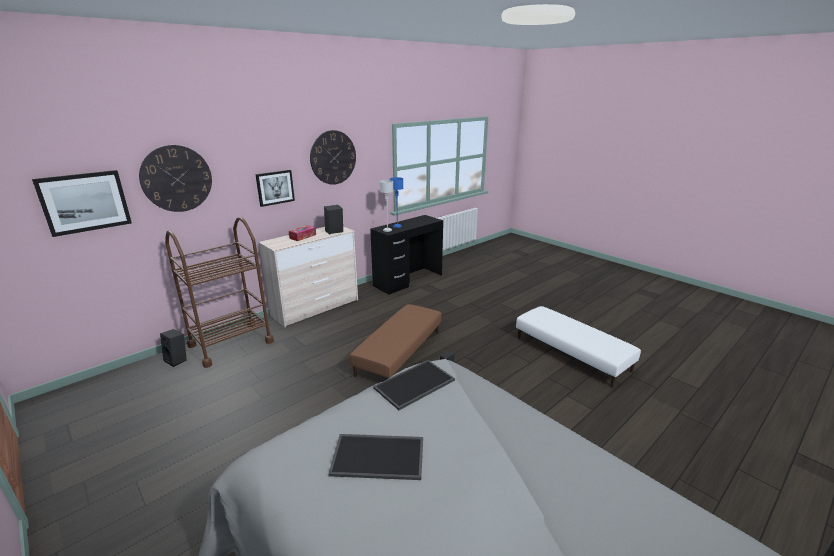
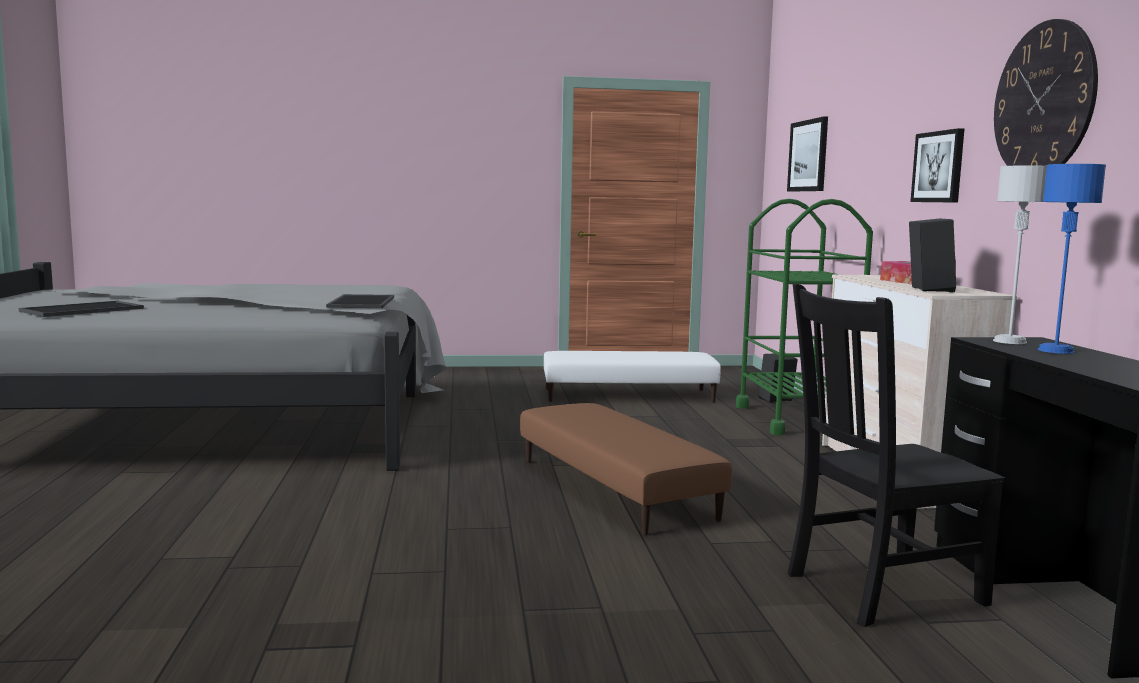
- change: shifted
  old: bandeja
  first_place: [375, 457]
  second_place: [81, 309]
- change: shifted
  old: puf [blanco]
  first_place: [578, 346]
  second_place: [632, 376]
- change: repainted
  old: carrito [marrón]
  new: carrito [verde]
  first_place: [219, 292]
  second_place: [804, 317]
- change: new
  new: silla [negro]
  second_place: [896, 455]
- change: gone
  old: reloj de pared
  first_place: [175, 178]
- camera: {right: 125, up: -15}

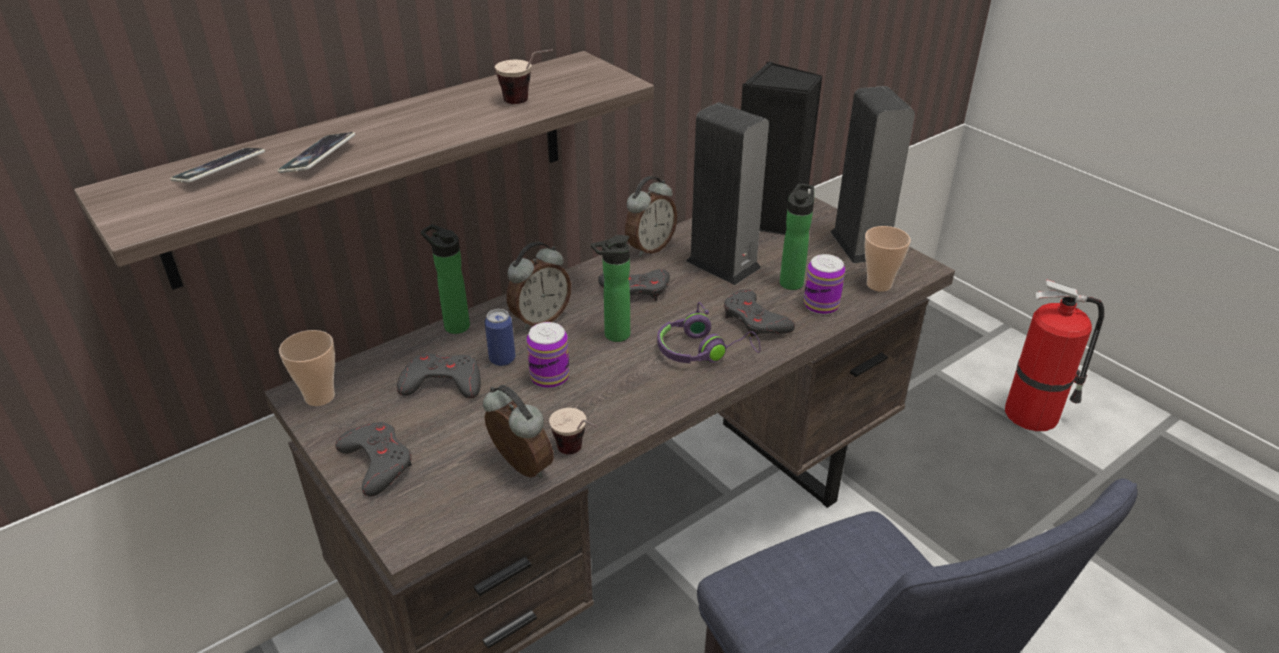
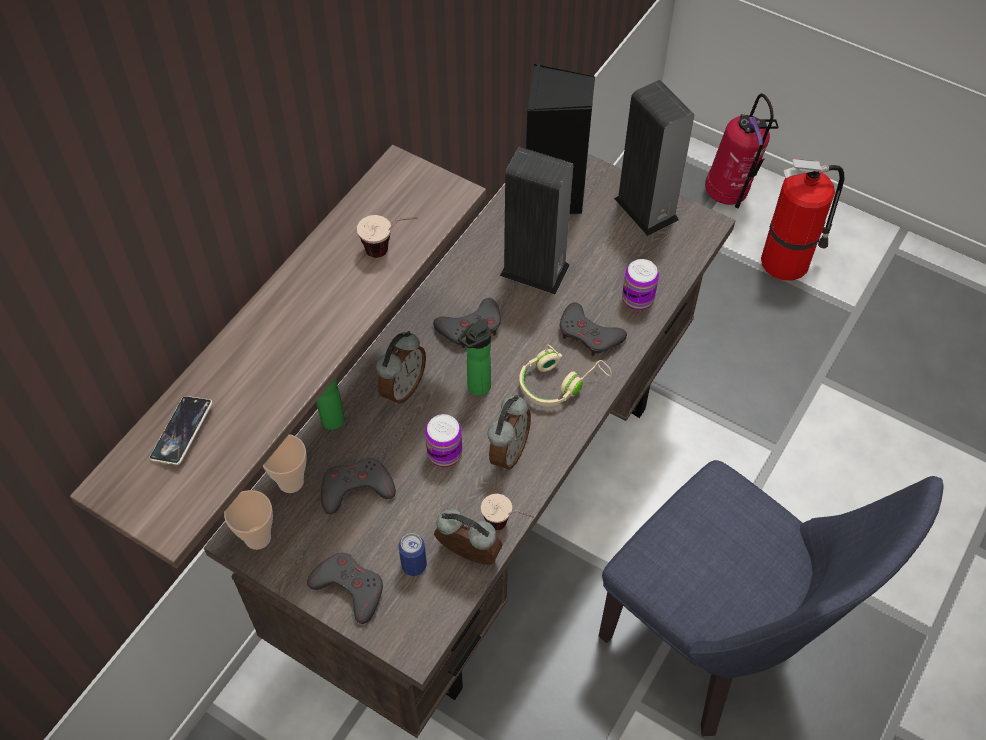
- change: shifted
  old: taza
  first_place: [887, 259]
  second_place: [285, 463]
- change: shifted
  old: lata
  first_place: [500, 337]
  second_place: [413, 554]
- change: shifted
  old: despertador
  first_place: [651, 216]
  second_place: [509, 433]
- change: repainted
  old: auriculares [morado]
  new: auriculares [beis]
  first_place: [709, 332]
  second_place: [565, 376]
- change: new
  new: extintor
  second_place: [742, 150]
- change: gone
  old: móvil
  first_place: [316, 152]
- change: gone
  old: botella
  first_place: [797, 236]
- camera: {right: -20, up: 20}

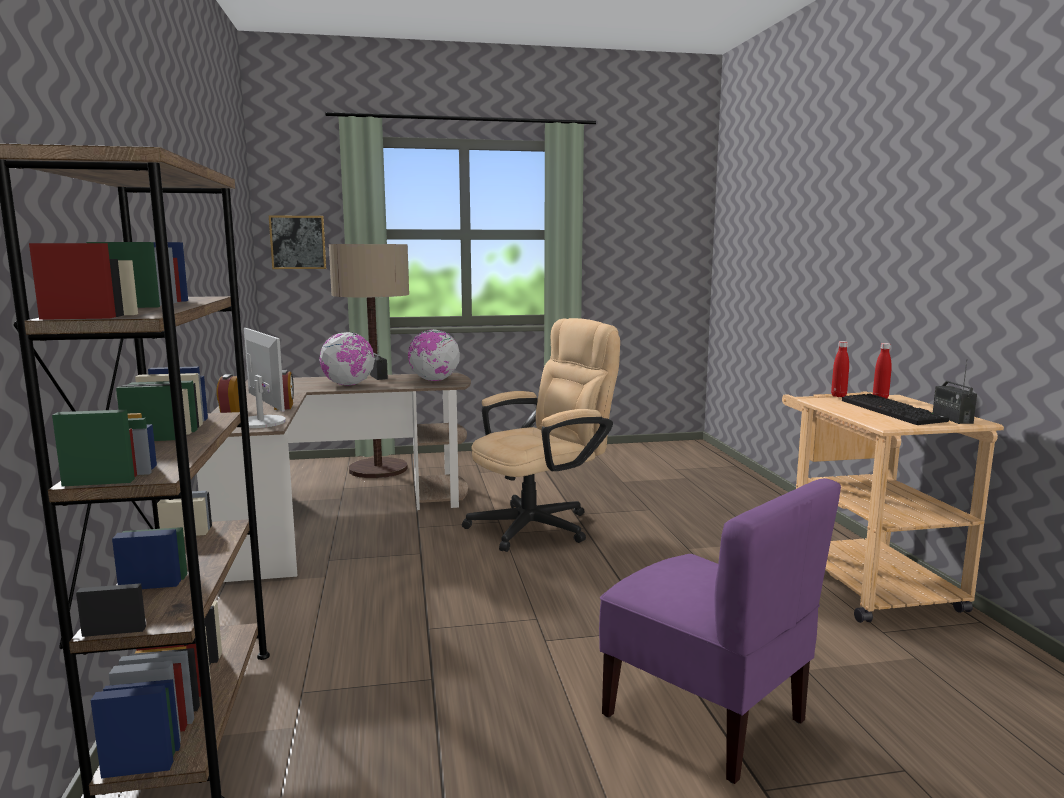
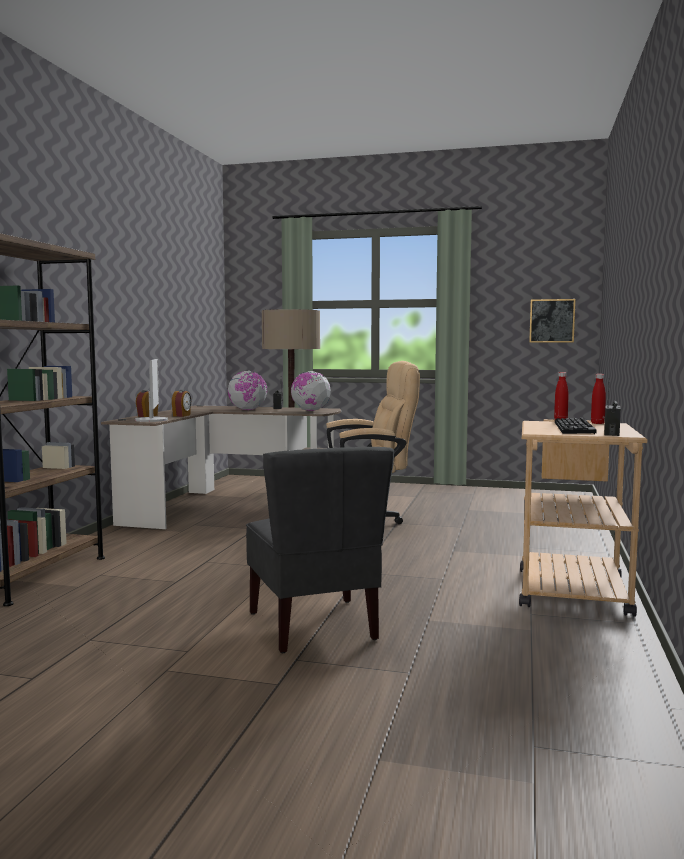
- change: repainted
  old: silla [morado]
  new: silla [gris]
  first_place: [720, 631]
  second_place: [320, 550]
- change: shifted
  old: cuadro
  first_place: [297, 242]
  second_place: [552, 321]
- camera: {right: 25, up: -5}

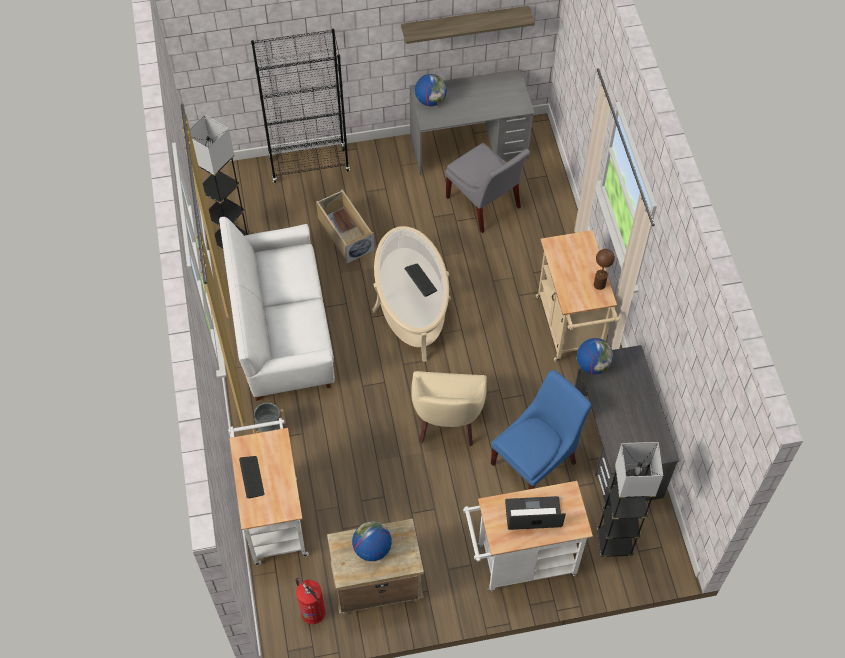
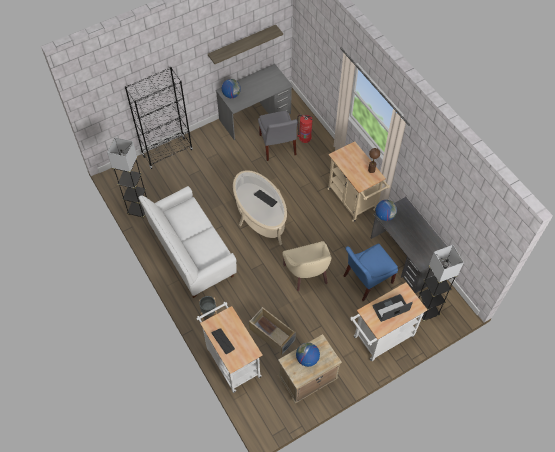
- change: shifted
  old: caja de almacenaje [beis]
  first_place: [345, 226]
  second_place: [272, 331]
- change: rotated
  old: silla [gris]
  first_place: [487, 188]
  second_place: [278, 136]
  degrees: 45
- change: shifted
  old: extintor
  first_place: [310, 601]
  second_place: [305, 129]
- change: rotated
  old: silla [azul]
  first_place: [541, 430]
  second_place: [371, 272]
  degrees: -150
- camera: {right: -20, up: 0}

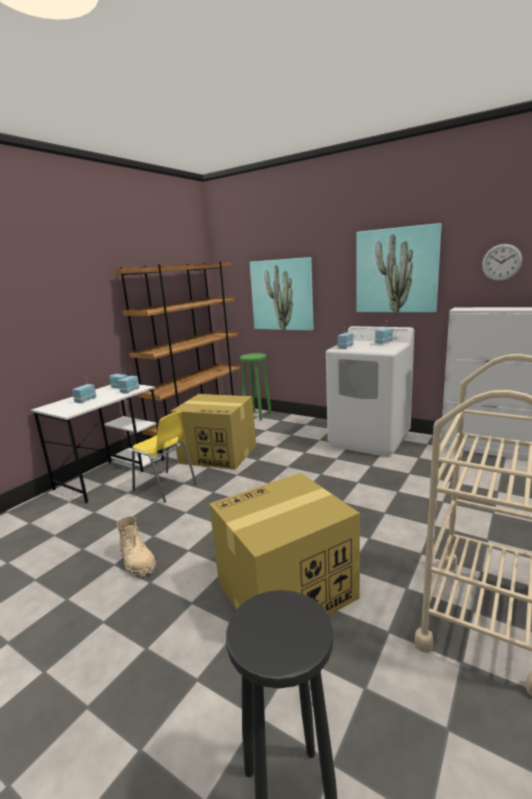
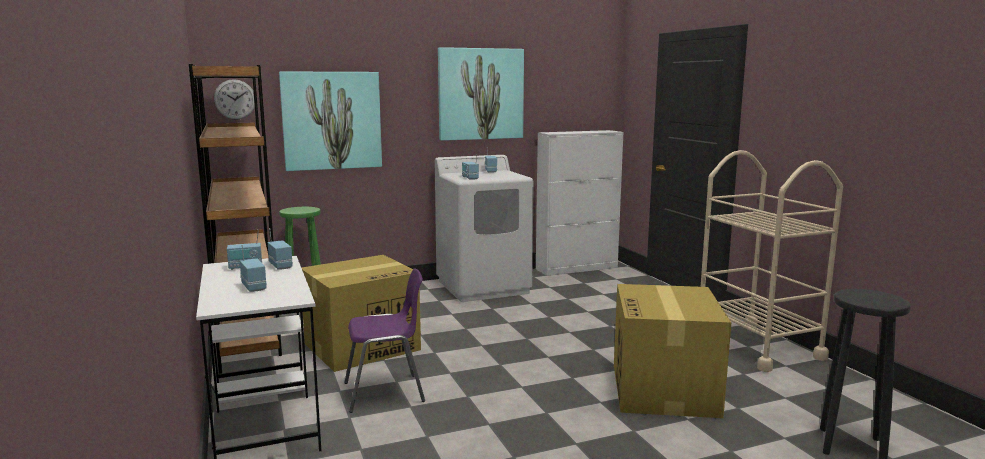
- change: shifted
  old: reloj de pared
  first_place: [502, 262]
  second_place: [234, 99]
- change: repainted
  old: silla [amarillo]
  new: silla [morado]
  first_place: [164, 457]
  second_place: [384, 340]
- change: gone
  old: bota [beis]
  first_place: [136, 547]
- camera: {right: -55, up: -5}

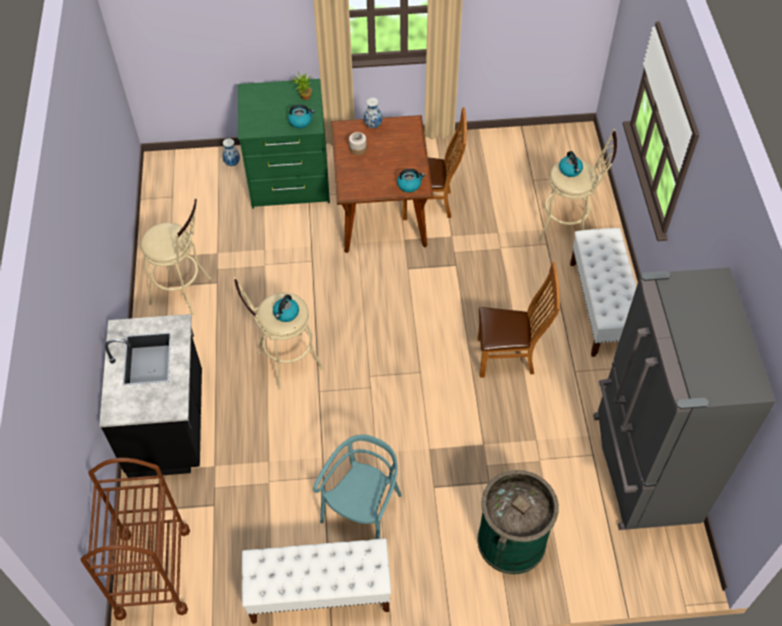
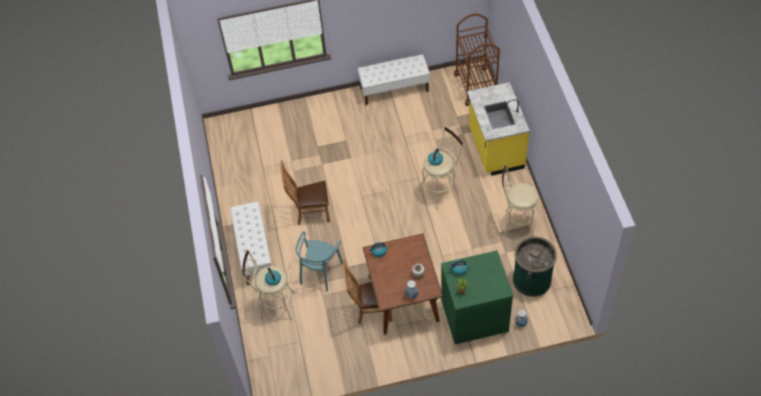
- change: shifted
  old: silla [turquesa]
  first_place: [357, 486]
  second_place: [319, 261]
- change: repainted
  old: mueble bajo de cocina [negro]
  new: mueble bajo de cocina [amarillo]
  first_place: [150, 396]
  second_place: [498, 129]
- change: shifted
  old: papelera [verde]
  first_place: [518, 522]
  second_place: [535, 267]
- change: gone
  old: nevera [gris]
  first_place: [684, 398]
- camera: {right: 175, up: 0}

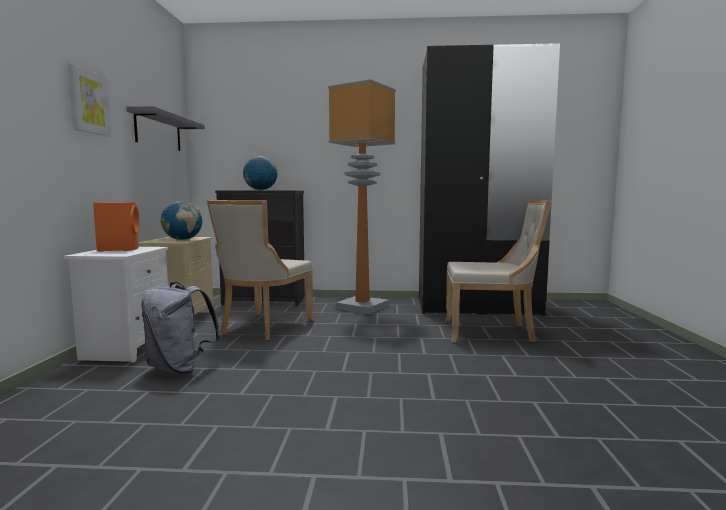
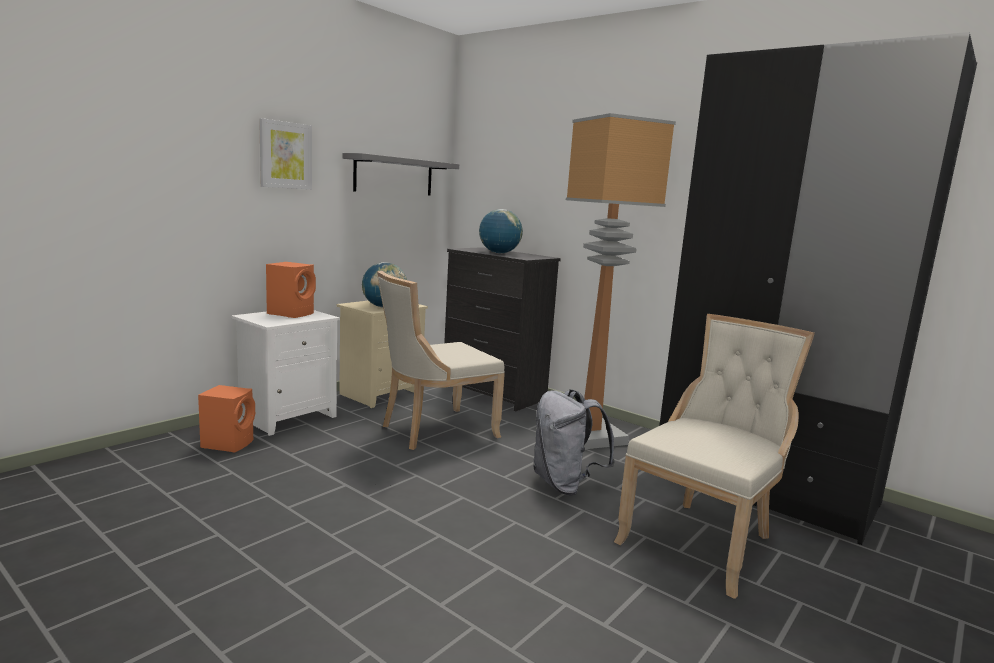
- change: new
  new: altavoz [naranja]
  second_place: [226, 418]
- change: shifted
  old: mochila [gris]
  first_place: [181, 328]
  second_place: [574, 443]
- change: rotated
  old: silla [beis]
  first_place: [498, 271]
  second_place: [714, 456]
  degrees: -90
- camera: {right: 35, up: 5}

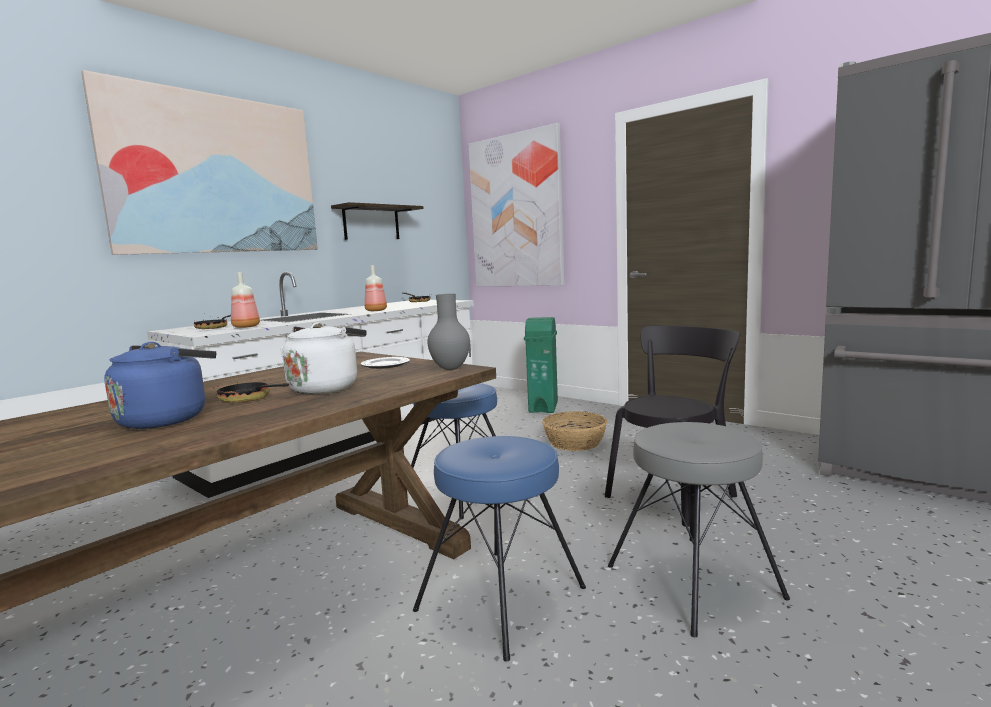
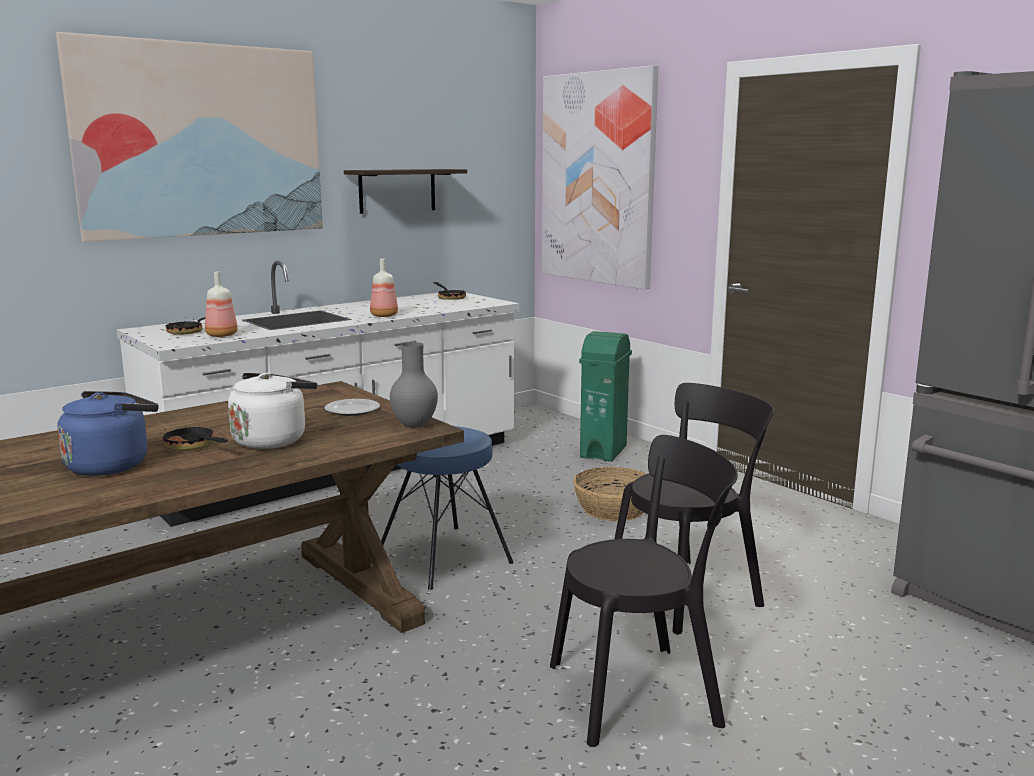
- change: swapped
  old: taburete [gris]
  new: silla [negro]
  first_place: [699, 529]
  second_place: [644, 591]
- change: gone
  old: taburete [azul]
  first_place: [499, 549]
- camera: {right: 10, up: 5}

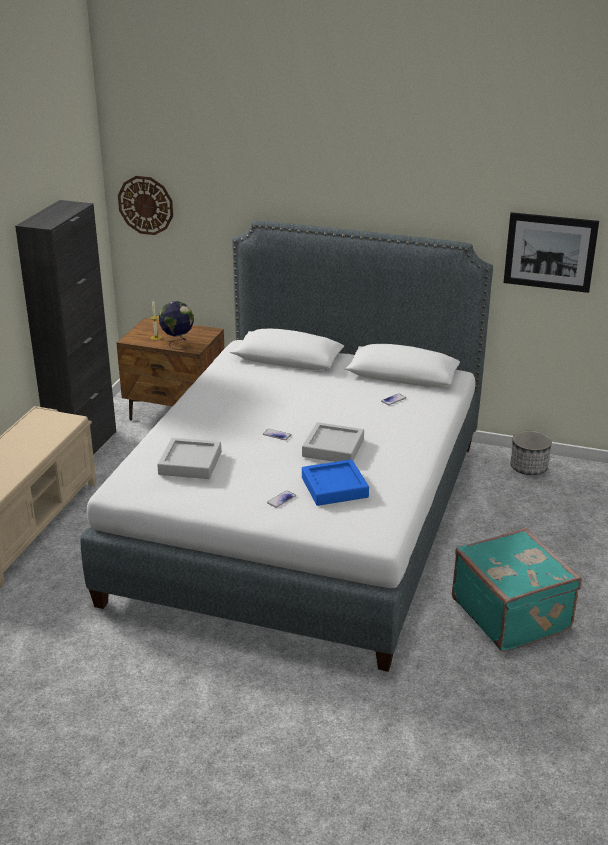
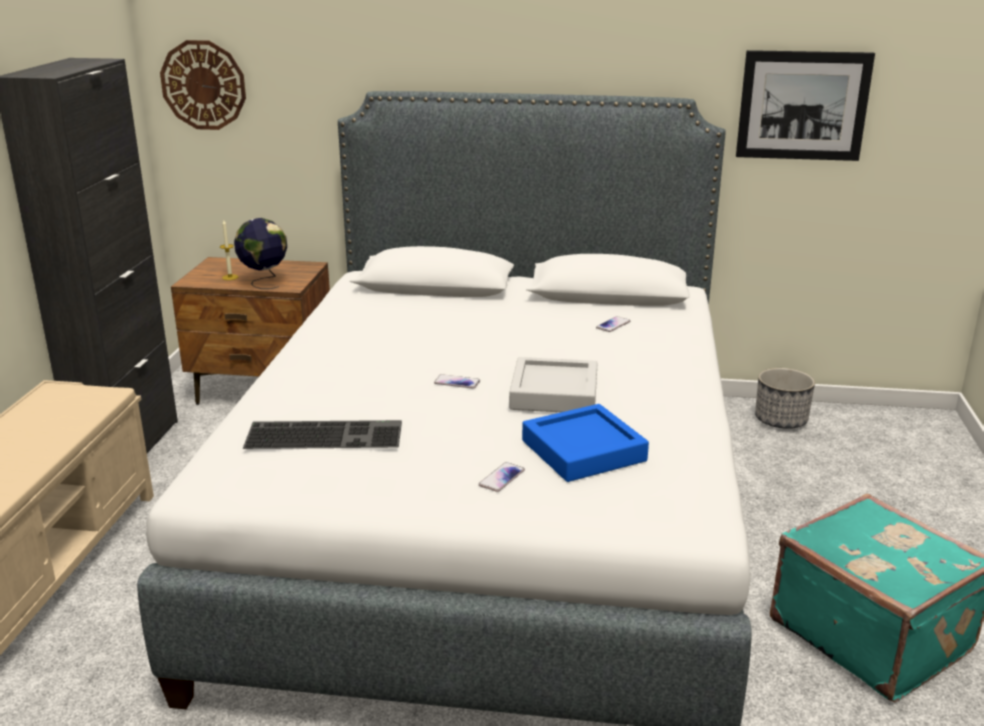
- change: swapped
  old: bandeja [gris]
  new: teclado
  first_place: [189, 458]
  second_place: [322, 434]
- camera: {right: -10, up: -5}

